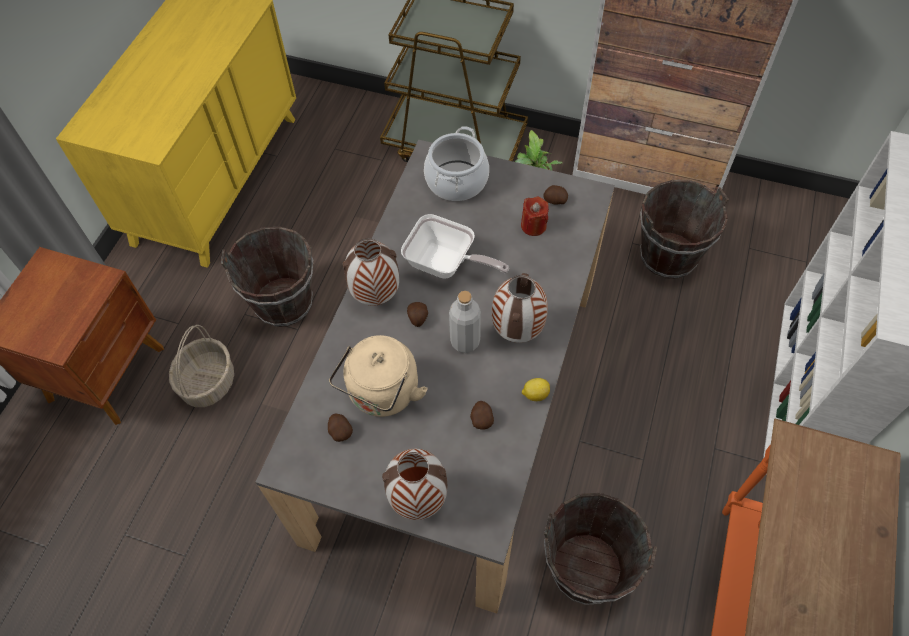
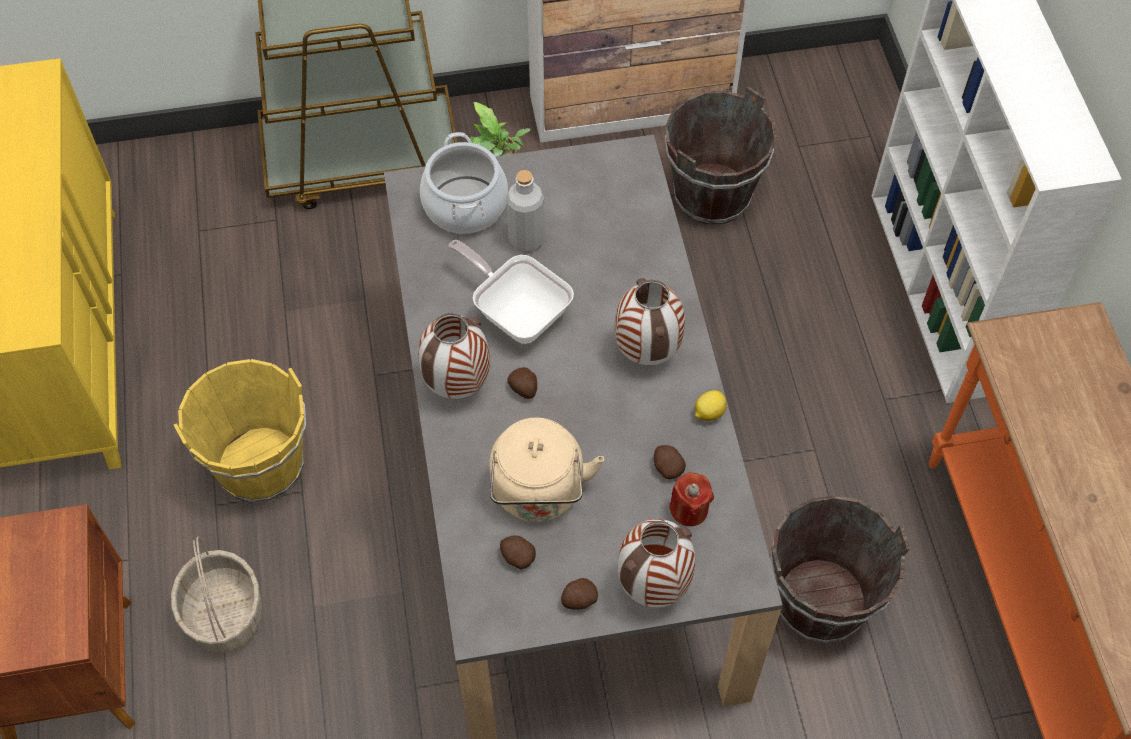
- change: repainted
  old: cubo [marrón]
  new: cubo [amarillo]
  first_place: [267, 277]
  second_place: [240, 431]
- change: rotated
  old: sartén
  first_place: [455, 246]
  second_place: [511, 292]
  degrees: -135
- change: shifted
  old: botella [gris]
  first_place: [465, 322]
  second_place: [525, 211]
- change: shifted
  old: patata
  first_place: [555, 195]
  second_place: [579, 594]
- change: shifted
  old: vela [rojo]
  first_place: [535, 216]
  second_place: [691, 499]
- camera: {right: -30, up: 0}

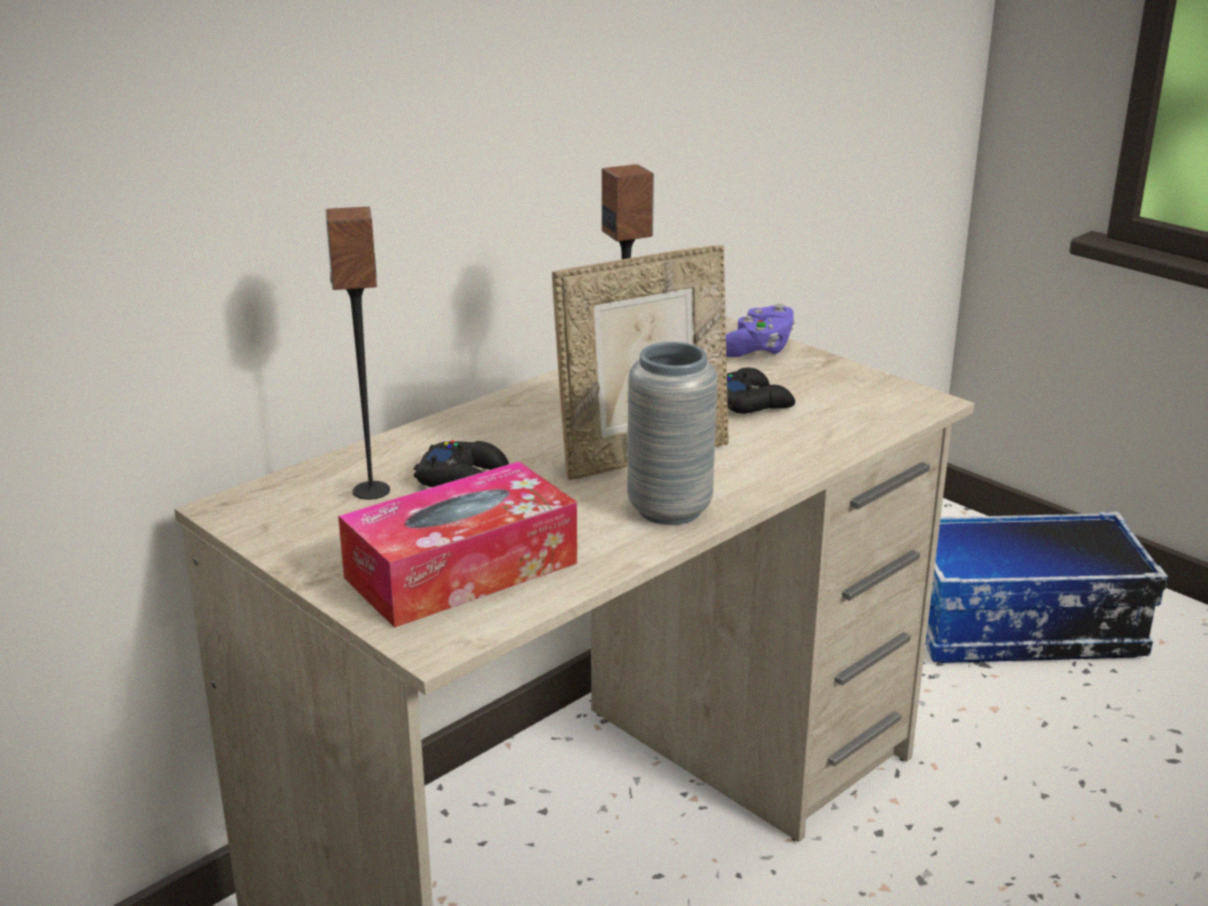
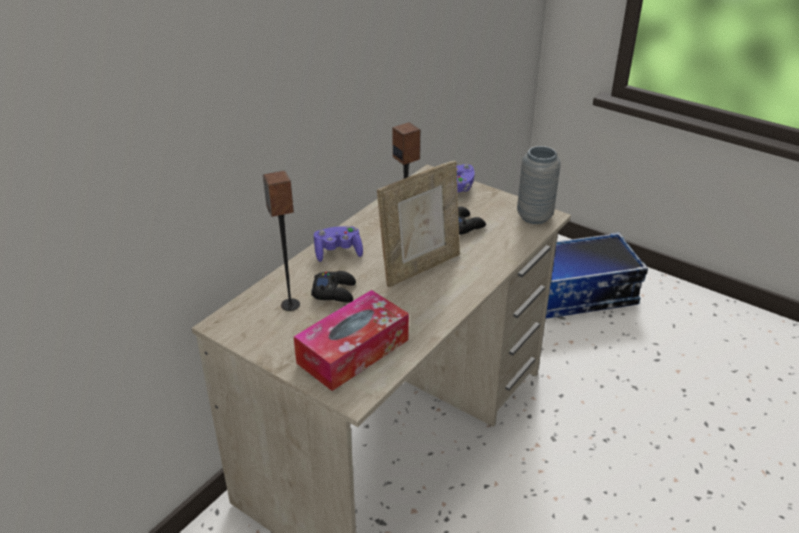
- change: new
  new: mando de consola [morado]
  second_place: [338, 244]
- change: shifted
  old: florero [gris]
  first_place: [672, 433]
  second_place: [539, 185]
- camera: {right: -10, up: 10}

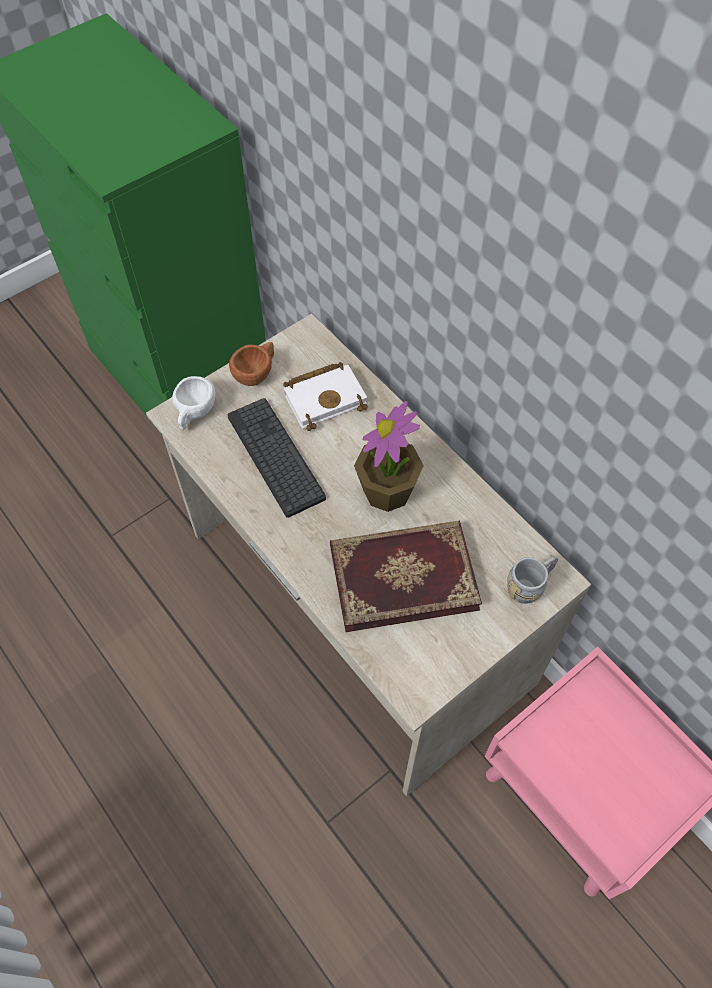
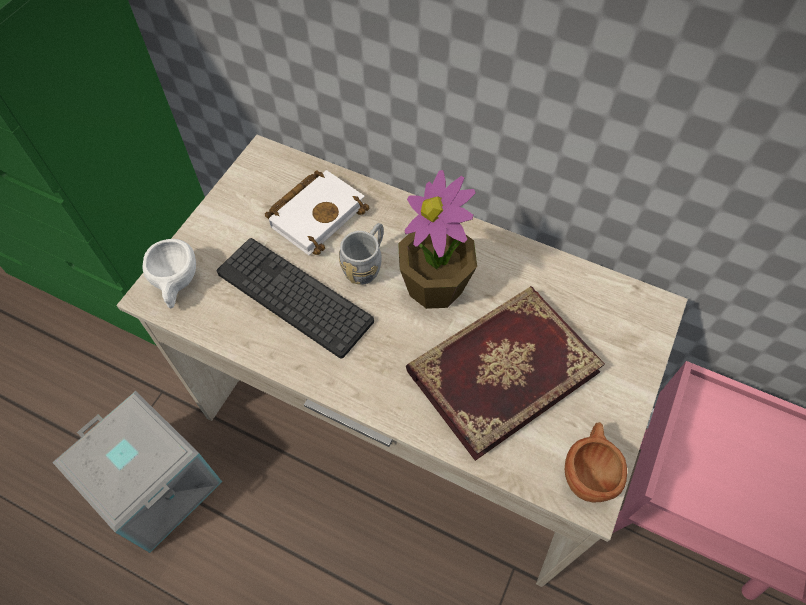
- change: new
  new: caja de almacenaje [gris]
  second_place: [137, 472]
- change: shifted
  old: taza grande [gris]
  first_place: [532, 580]
  second_place: [361, 254]
- change: shifted
  old: taza [marrón]
  first_place: [251, 364]
  second_place: [596, 462]
- camera: {right: -25, up: 0}

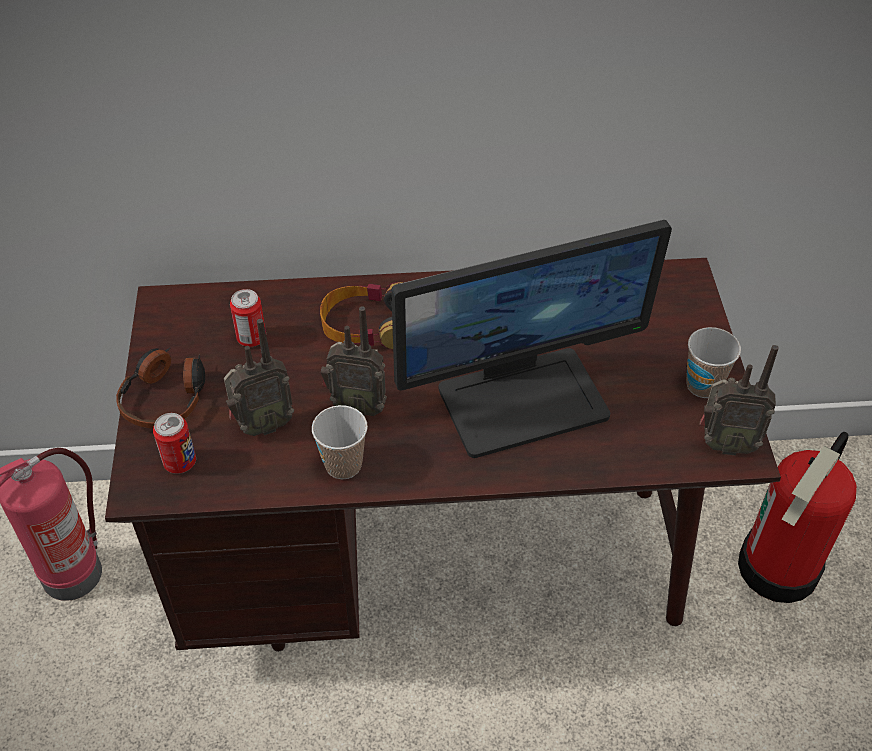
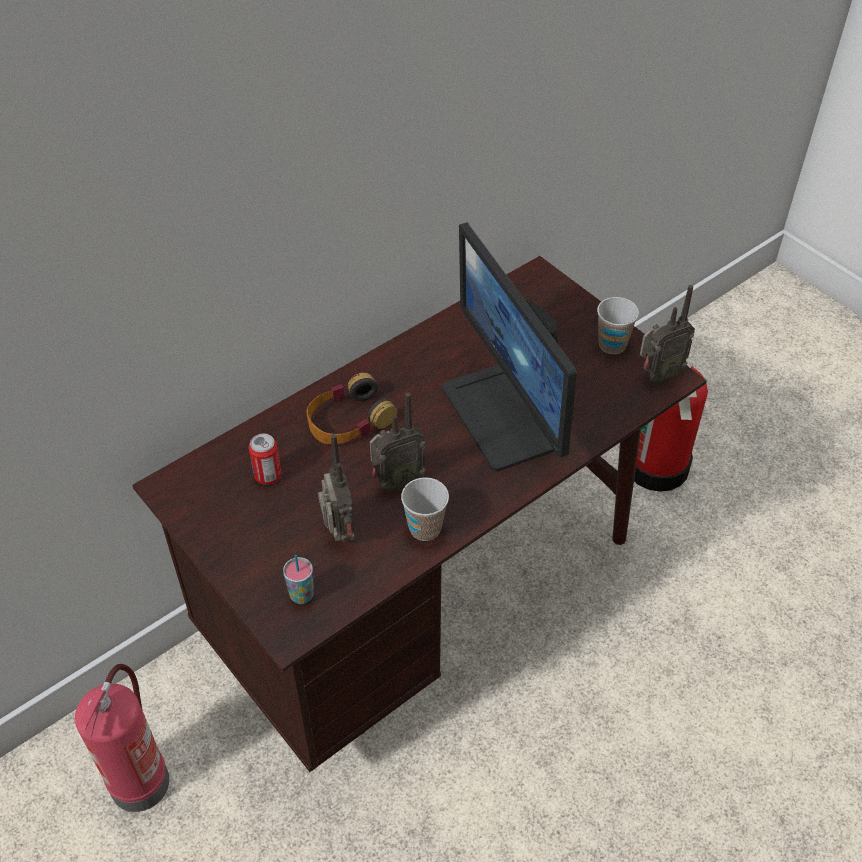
- change: swapped
  old: lata
  new: taza
  first_place: [174, 443]
  second_place: [298, 579]
- change: rotated
  old: radio
  first_place: [259, 377]
  second_place: [336, 488]
  degrees: -45
- change: rotated
  old: monitor
  first_place: [531, 339]
  second_place: [509, 347]
  degrees: 120
- change: gone
  old: auriculares
  first_place: [160, 388]
- camera: {right: -35, up: 0}

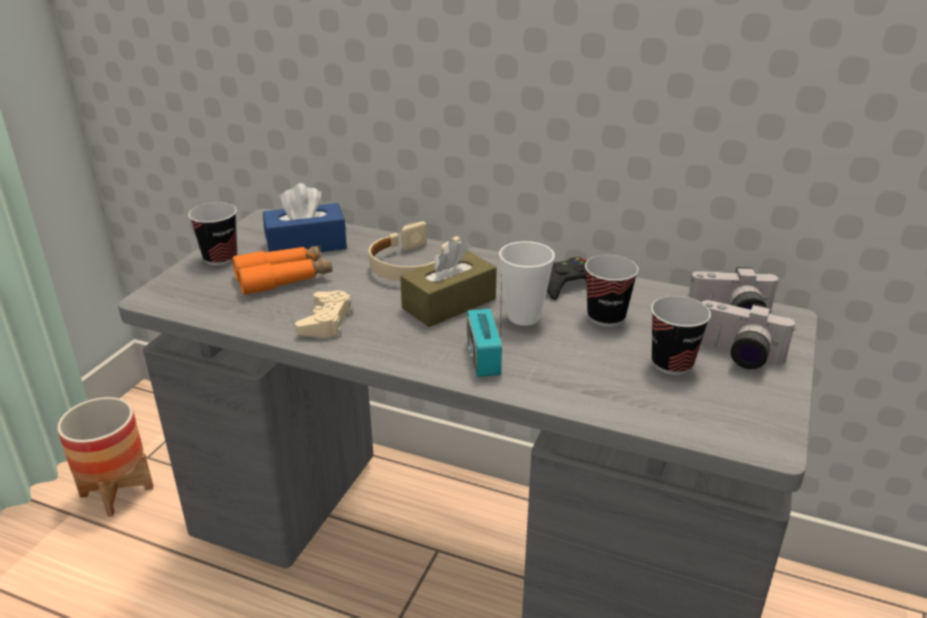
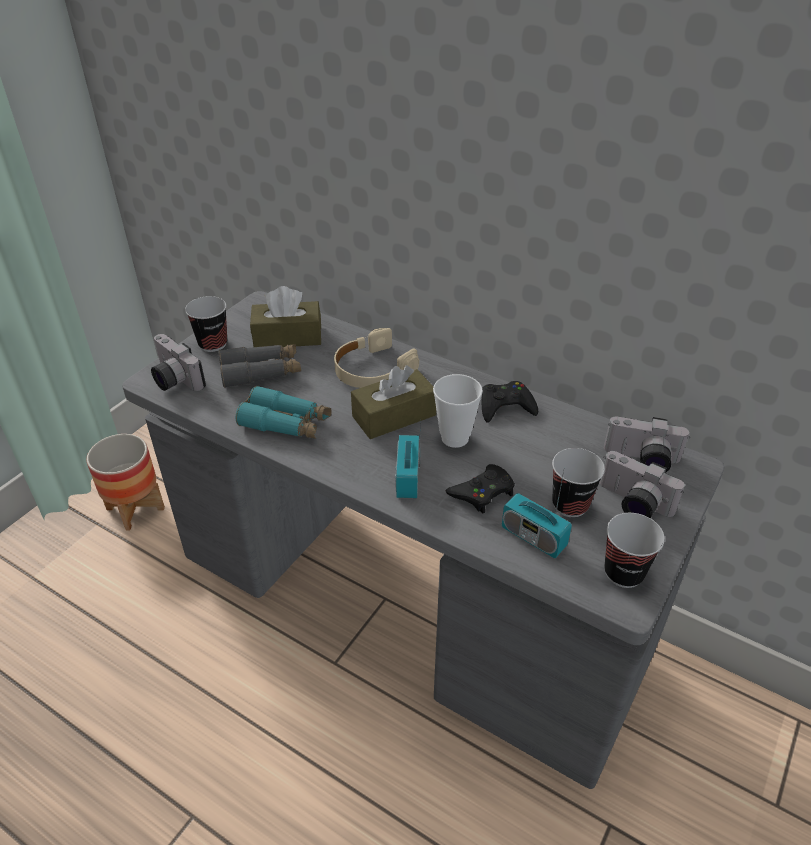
- change: new
  new: cámara
  second_place: [178, 362]
- change: repainted
  old: prismáticos [naranja]
  new: prismáticos [gris]
  first_place: [282, 270]
  second_place: [259, 365]
- change: swapped
  old: mando de consola [beis]
  new: prismáticos [turquesa]
  first_place: [324, 314]
  second_place: [284, 412]
- change: repainted
  old: caja de pañuelos [azul]
  new: caja de pañuelos [marrón]
  first_place: [305, 217]
  second_place: [285, 316]
- change: new
  new: mando de consola [negro]
  second_place: [480, 489]
- change: new
  new: radio
  second_place: [537, 514]
- change: shifted
  old: taza
  first_place: [612, 291]
  second_place: [634, 550]
- camera: {right: 10, up: 10}

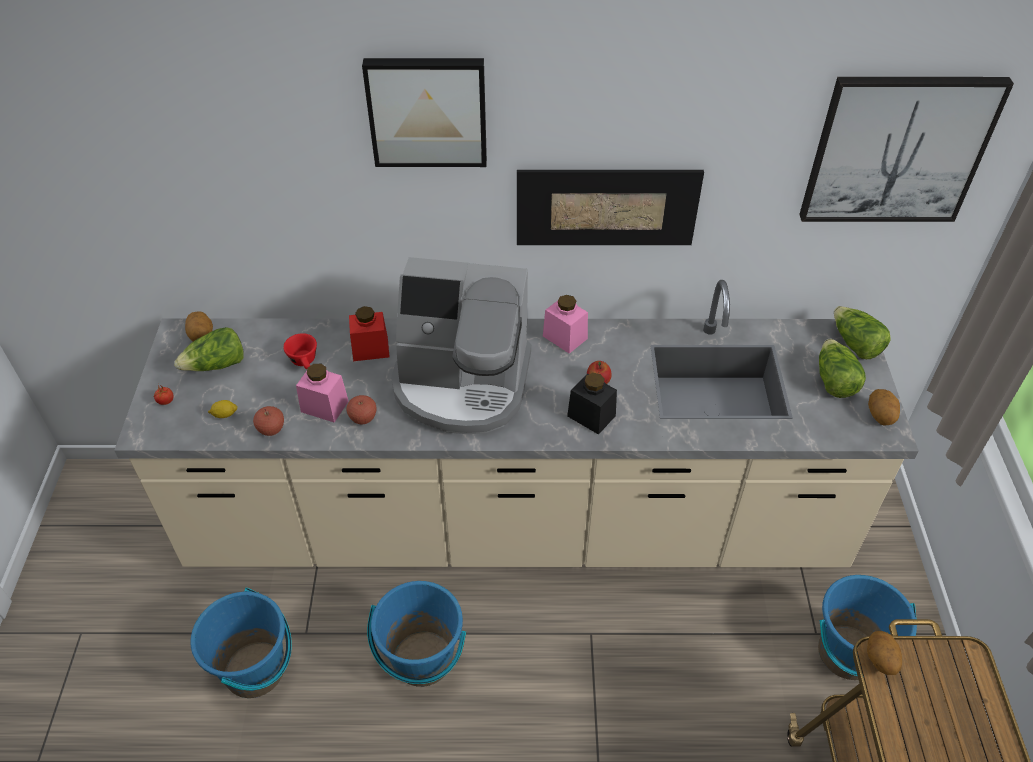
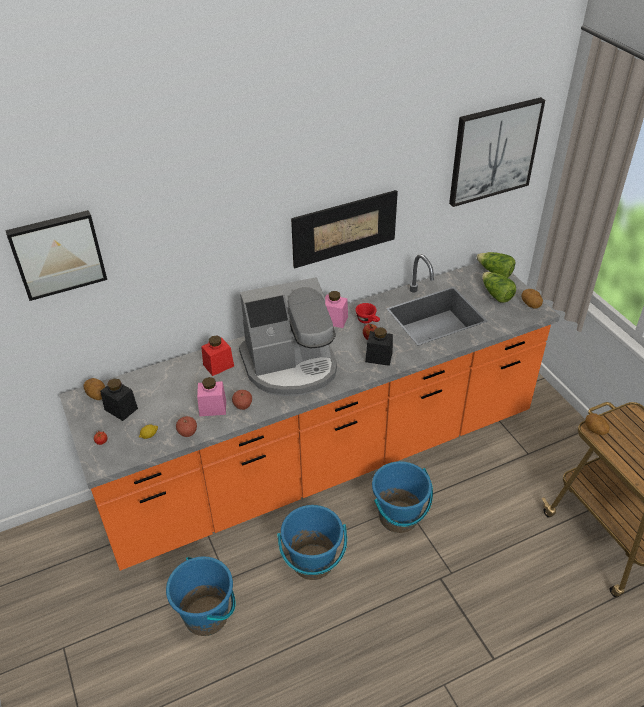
- change: shifted
  old: cuadro
  first_place: [424, 112]
  second_place: [56, 255]
- change: repainted
  old: mueble bajo de cocina [beis]
  new: mueble bajo de cocina [naranja]
  first_place: [516, 423]
  second_place: [309, 412]
- change: swapped
  old: lechuga
  new: tarro [negro]
  first_place: [209, 349]
  second_place: [119, 399]
- change: shifted
  old: taza [rojo]
  first_place: [300, 351]
  second_place: [367, 313]
- change: shifted
  old: cubo [azul]
  first_place: [867, 627]
  second_place: [402, 497]
- camera: {right: -25, up: -5}

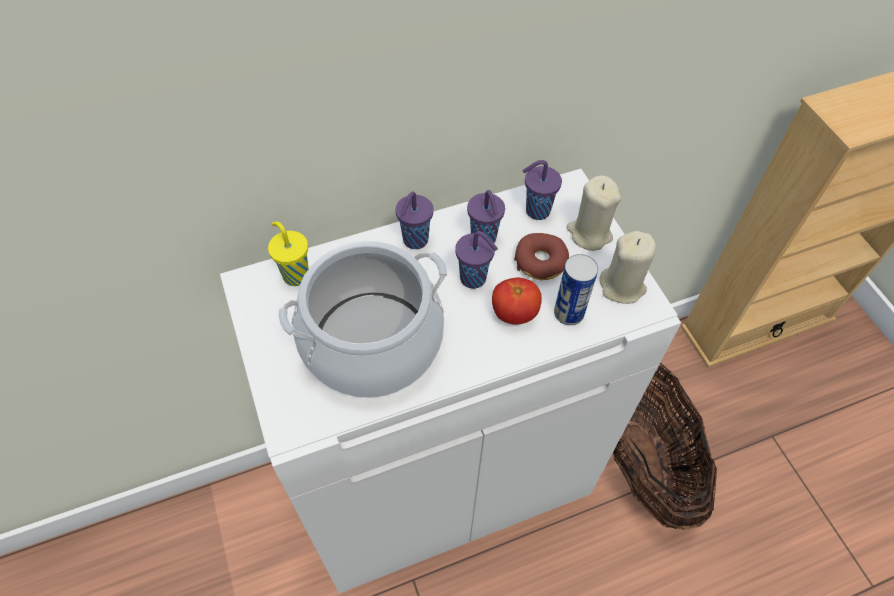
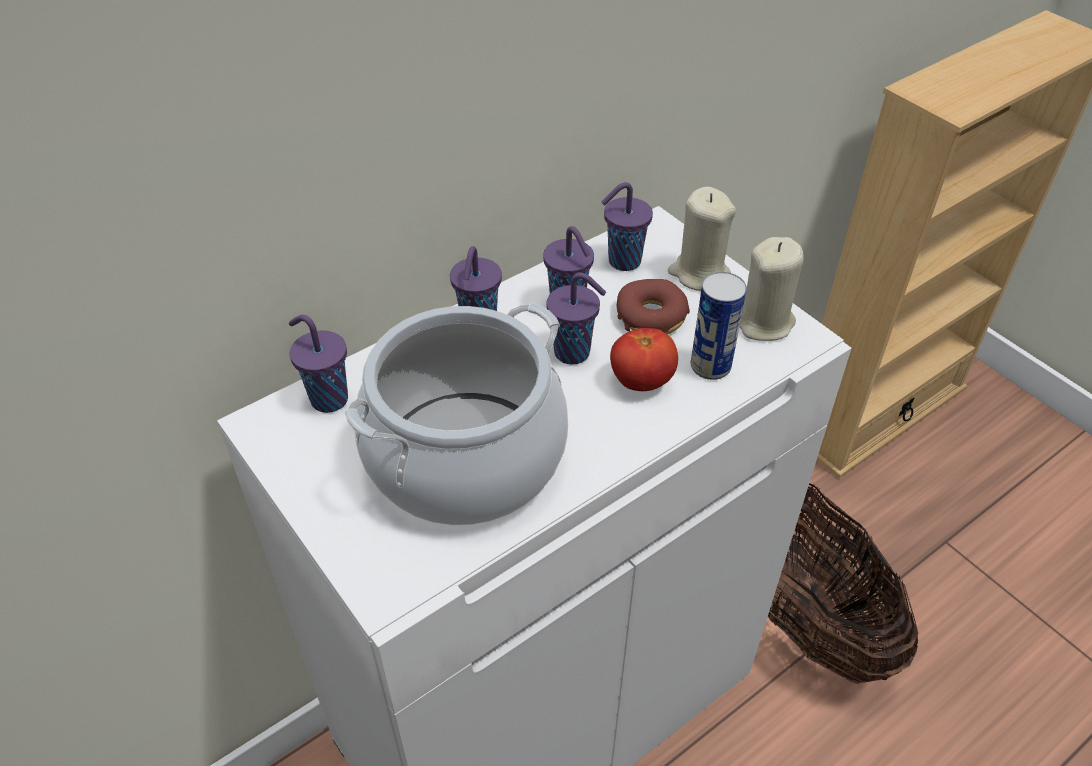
- change: repainted
  old: taza [amarillo]
  new: taza [morado]
  first_place: [288, 254]
  second_place: [318, 364]
- camera: {right: -15, up: -10}

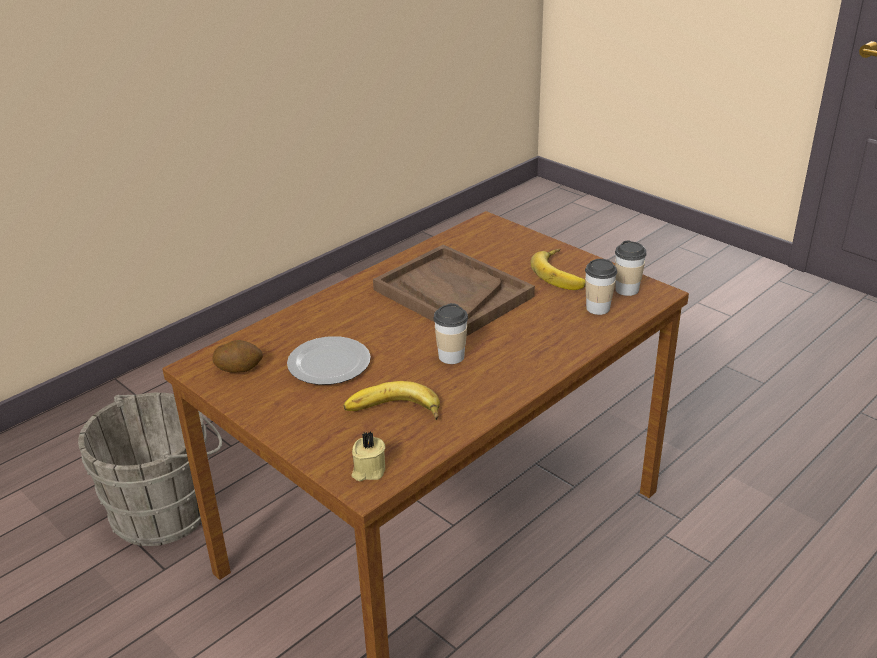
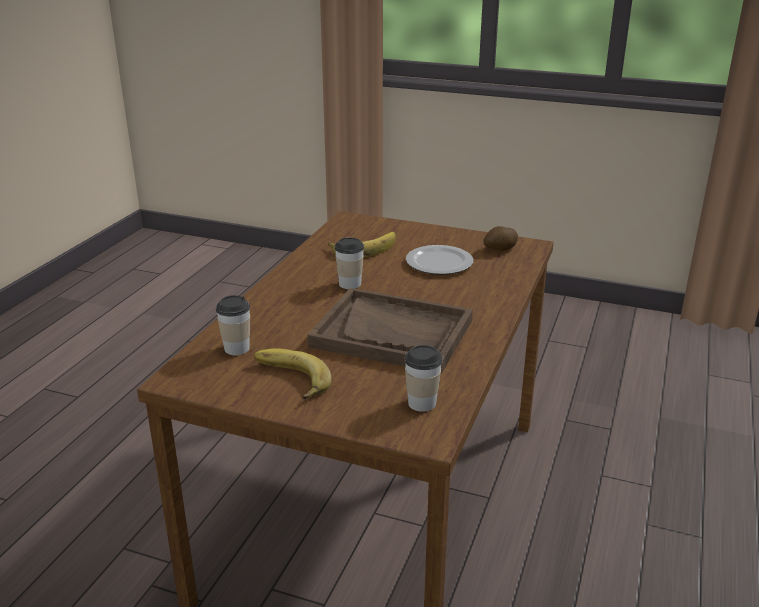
- change: shifted
  old: taza
  first_place: [631, 268]
  second_place: [423, 378]
- change: gone
  old: cubo [gris]
  first_place: [150, 469]
- change: gone
  old: vela [beis]
  first_place: [368, 456]
- camera: {right: 155, up: -5}

